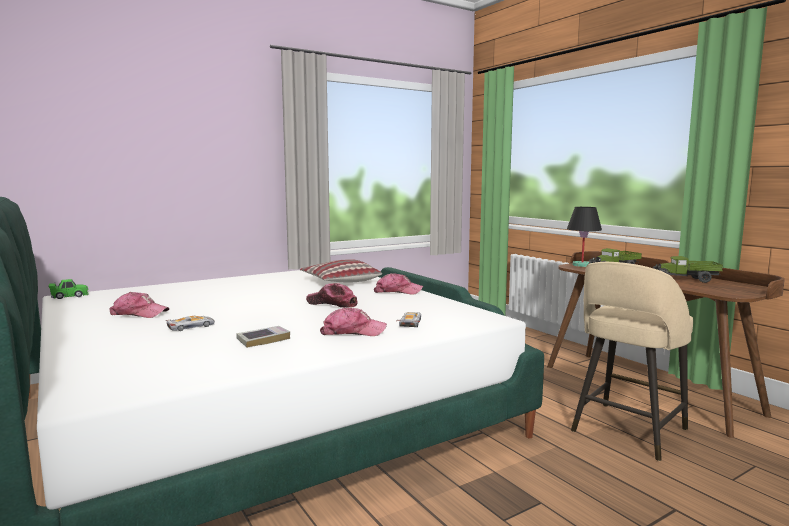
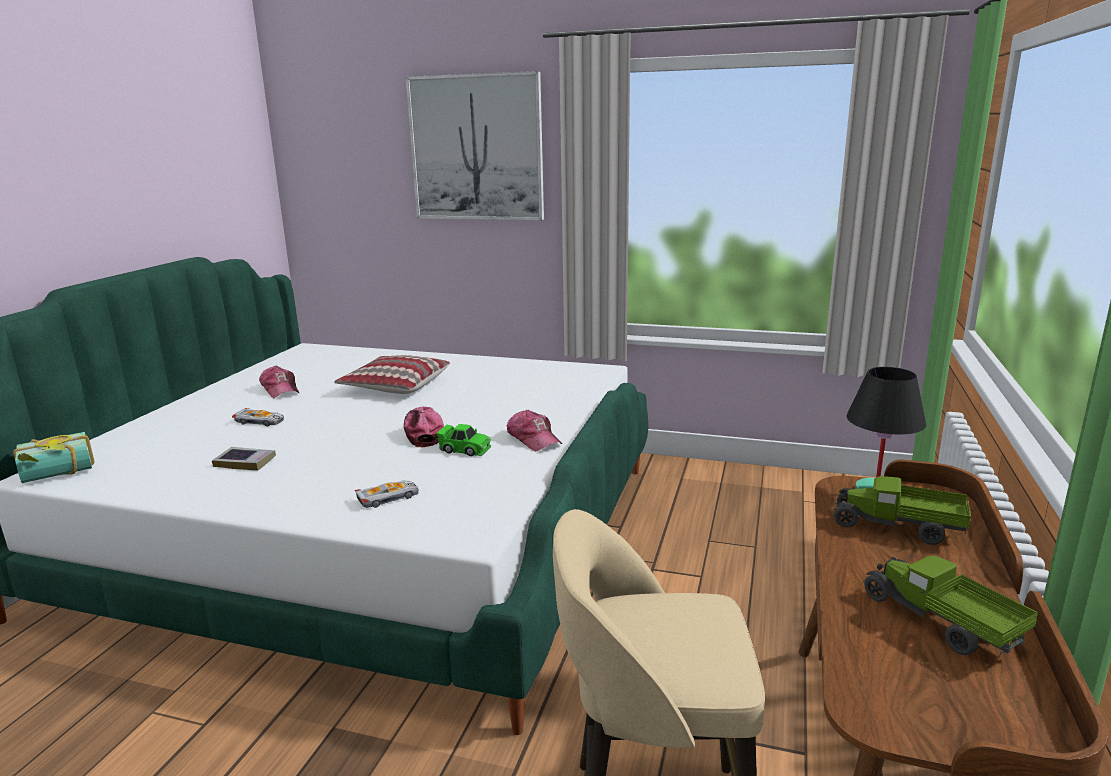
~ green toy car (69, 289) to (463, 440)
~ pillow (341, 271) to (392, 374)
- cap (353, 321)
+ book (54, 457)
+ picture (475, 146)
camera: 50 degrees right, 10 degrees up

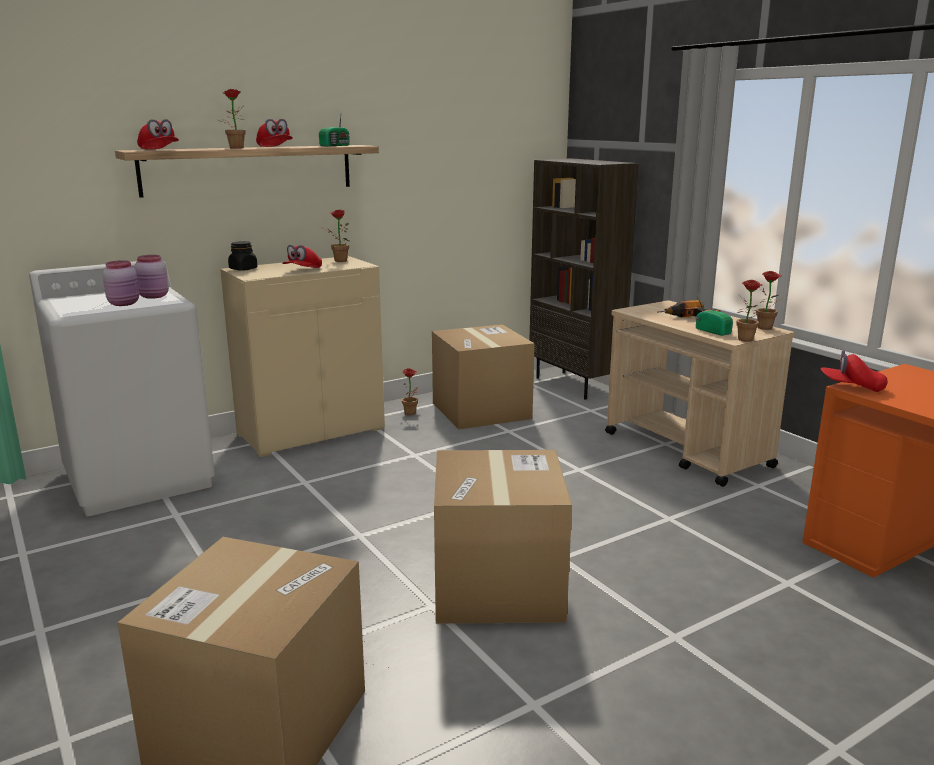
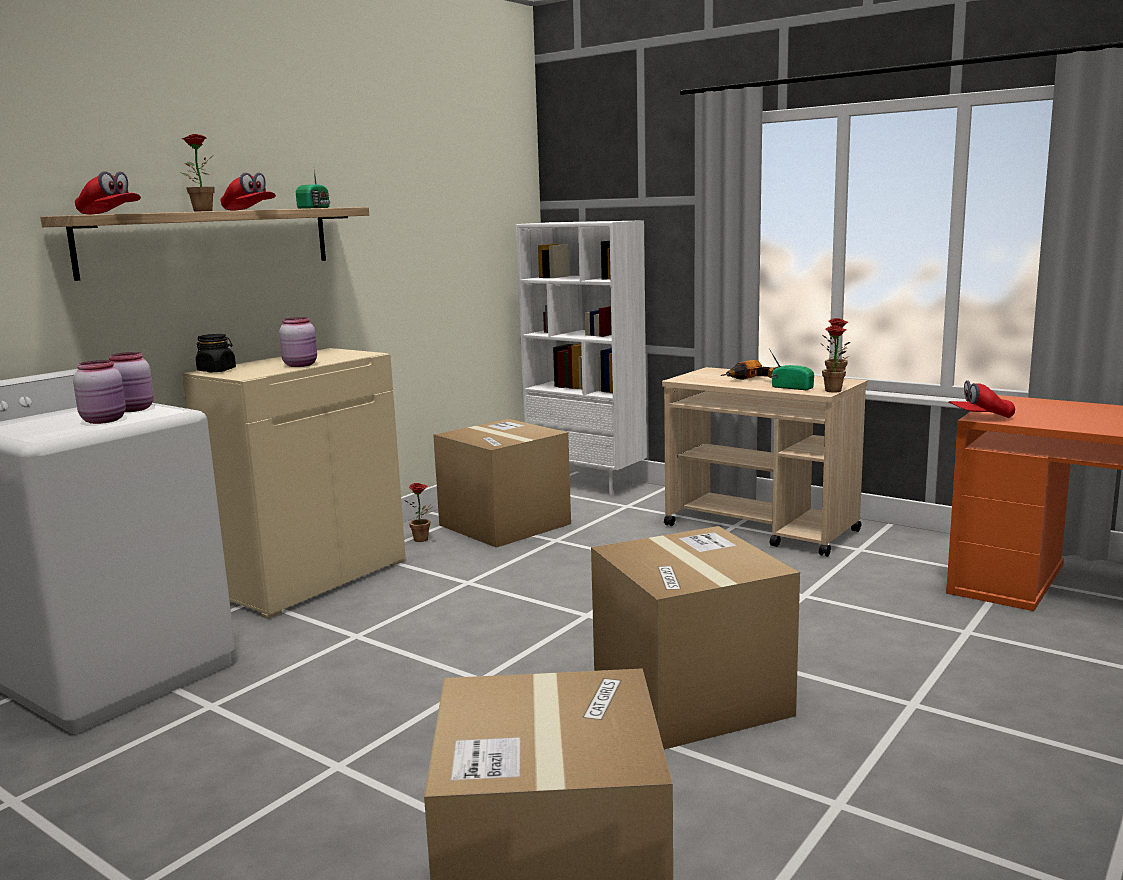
~ red cap (302, 256) to pink jar (298, 342)
- potted plant (334, 236)
~ brown bookcase (584, 279) to white bookcase (581, 358)
camera: 20 degrees left, 5 degrees down

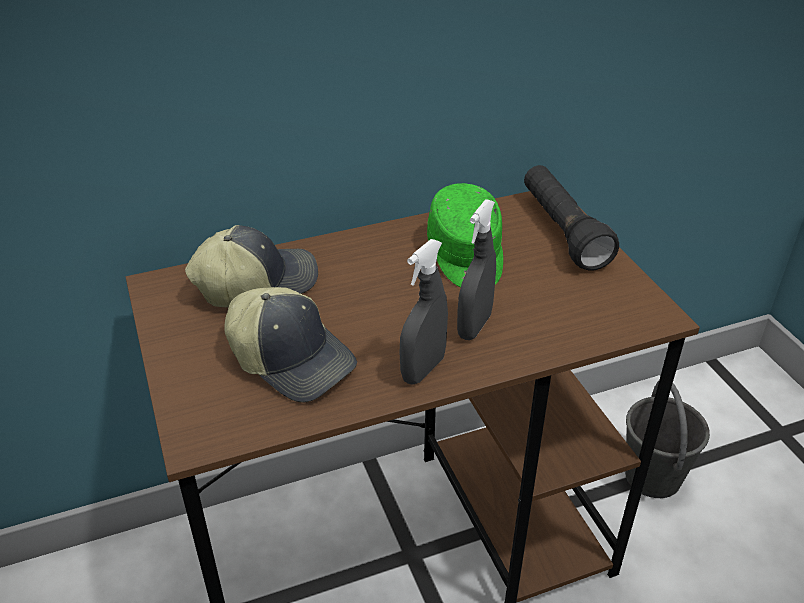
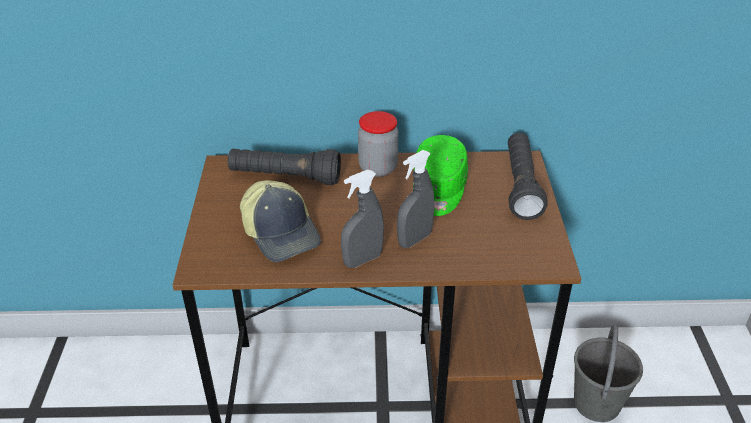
~ cap (251, 266) to black flashlight (284, 167)
+ jar (378, 144)
camera: 20 degrees right, 0 degrees up

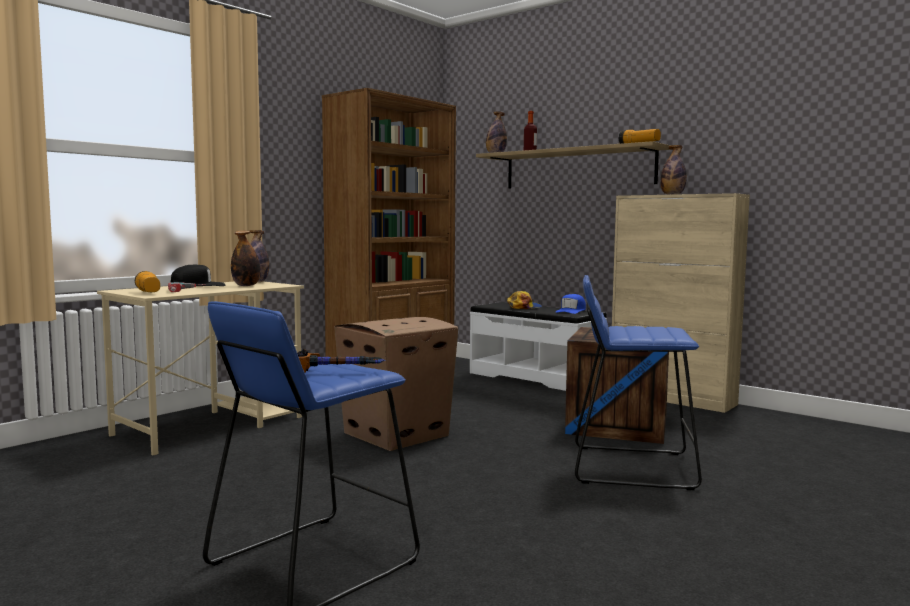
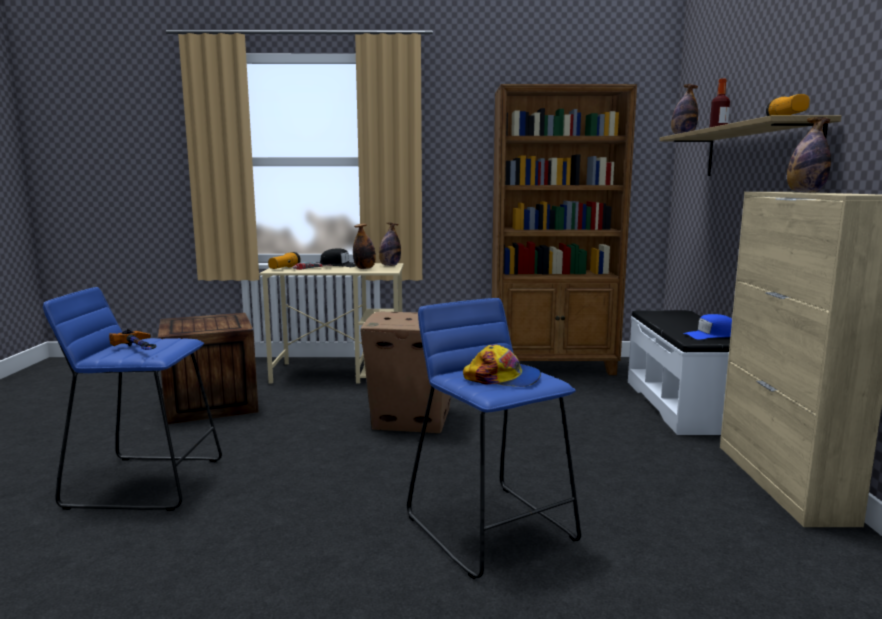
~ cap (524, 300) to (502, 365)
~ crate (617, 385) to (208, 368)
camera: 50 degrees right, 5 degrees up

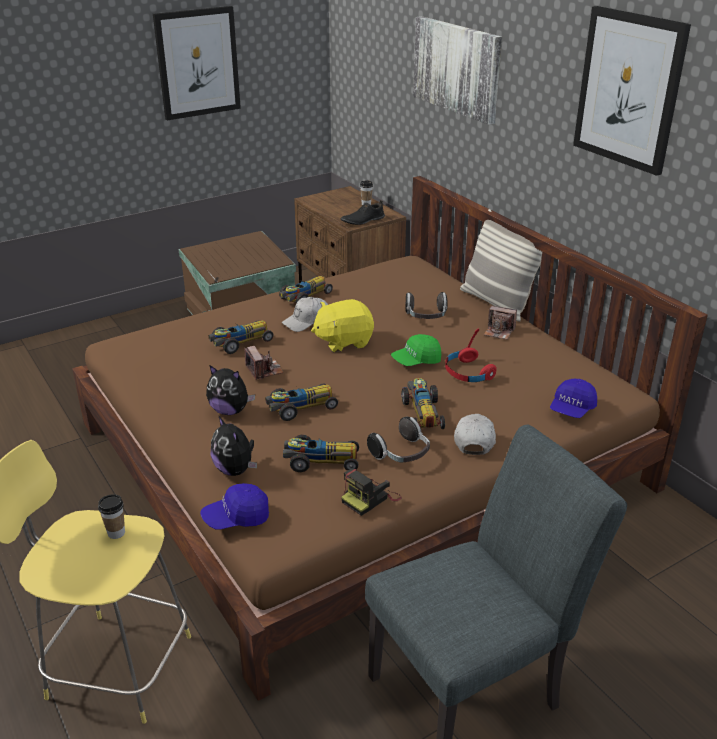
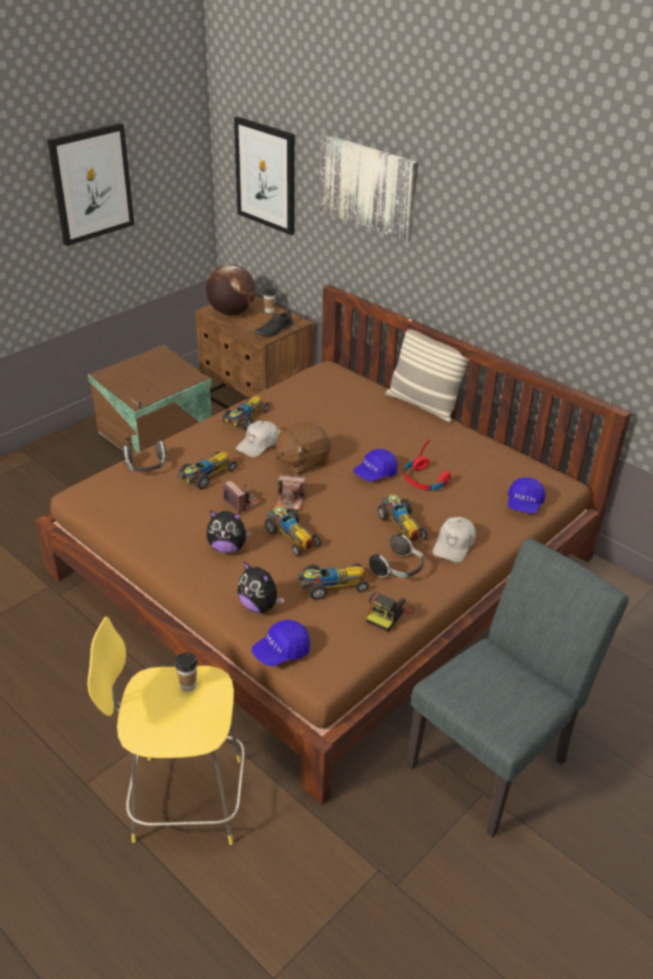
~ toy car (301, 402) = (293, 531) 90 degrees clockwise
~ yellow plush toy (342, 325) to brown plush toy (303, 448)
~ green cap (416, 350) to blue cap (375, 465)
~ headphones (426, 305) to (145, 456)
~ white cap (475, 434) = (454, 540) 150 degrees counterclockwise
~ photo camera (500, 323) to (290, 492)
~ picture (632, 91) to (264, 176)
+ globe (231, 290)
camera: 15 degrees left, 5 degrees up

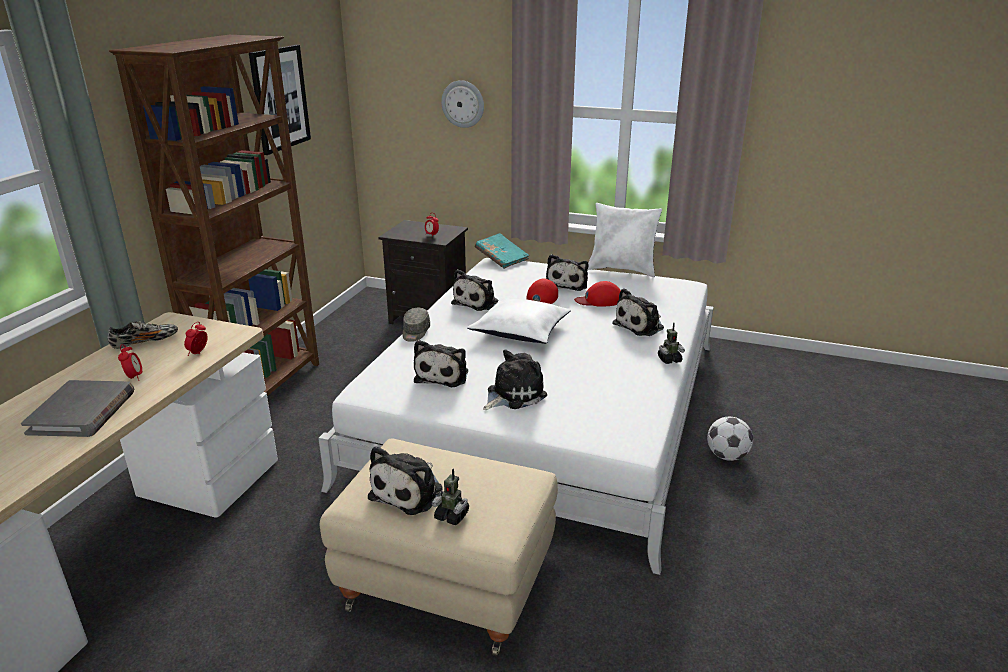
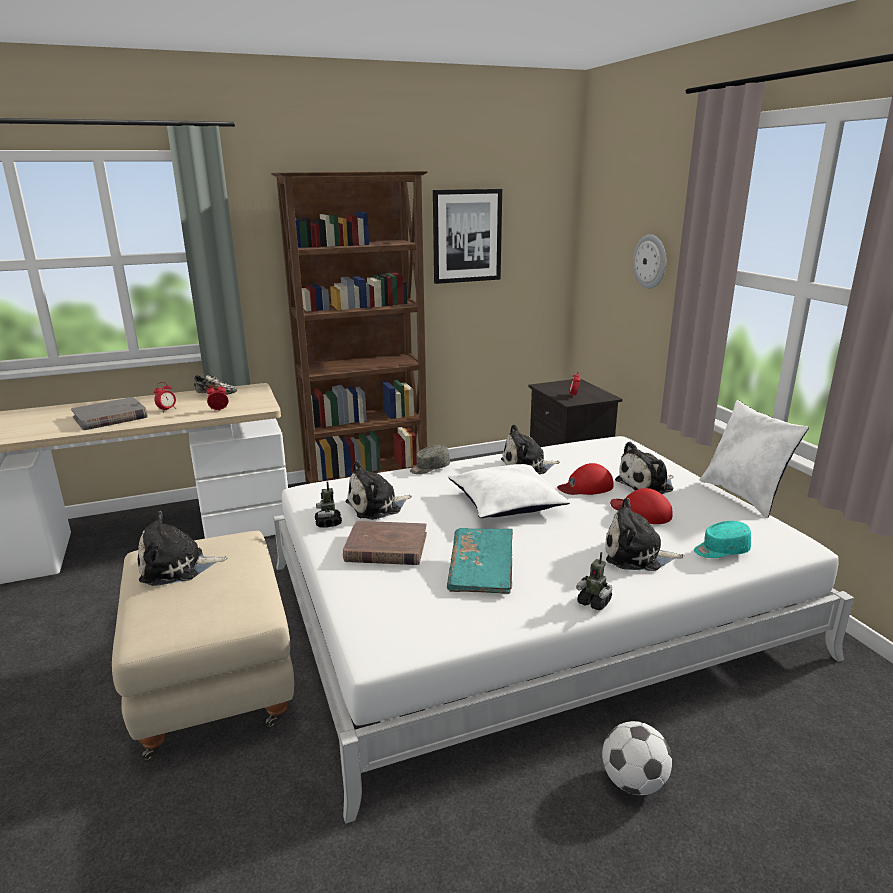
~ toy robot (450, 497) to (328, 504)
~ turquoise book (502, 251) to (480, 561)
~ plush toy (515, 380) to brown book (385, 543)
+ turquoise cap (722, 539)
camera: 50 degrees right, 5 degrees down

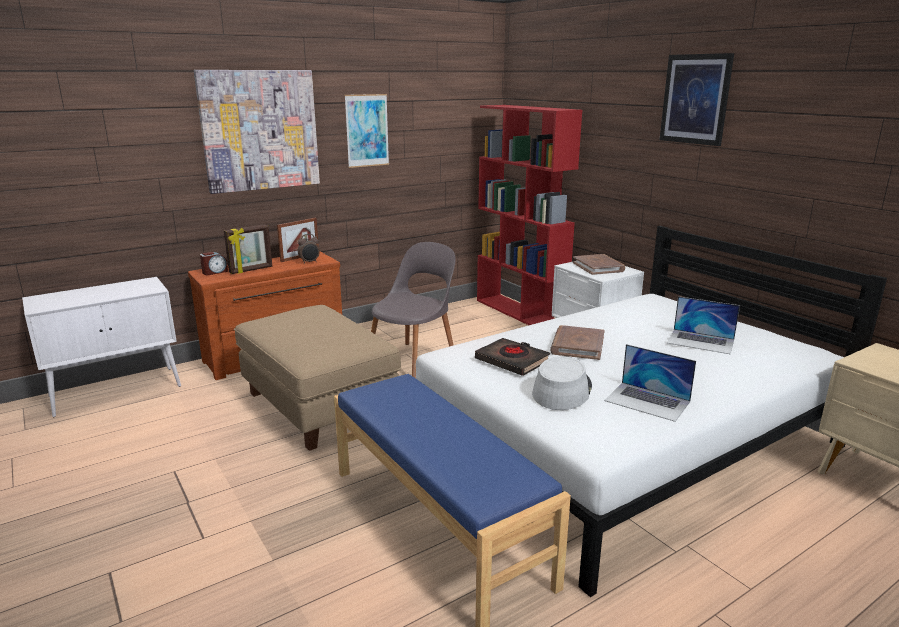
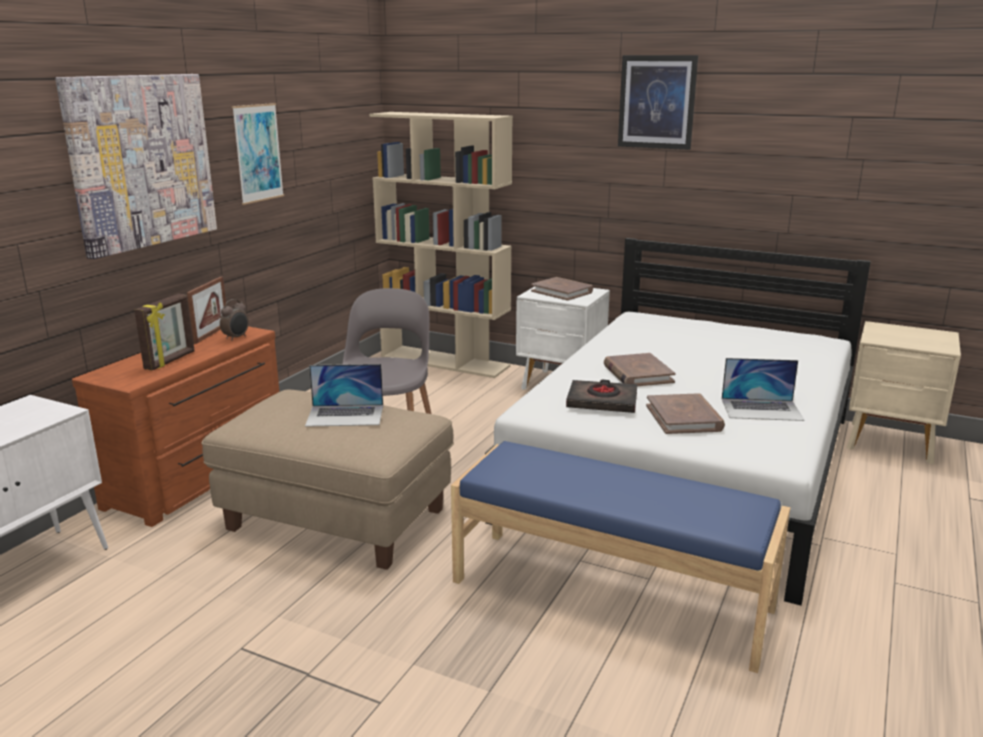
- alarm clock (214, 263)
~ red bookcase (529, 215) to beige bookcase (441, 245)
~ grey hat (562, 383) to brown book (685, 413)
~ laptop (703, 325) to (344, 395)
camera: 30 degrees left, 0 degrees up

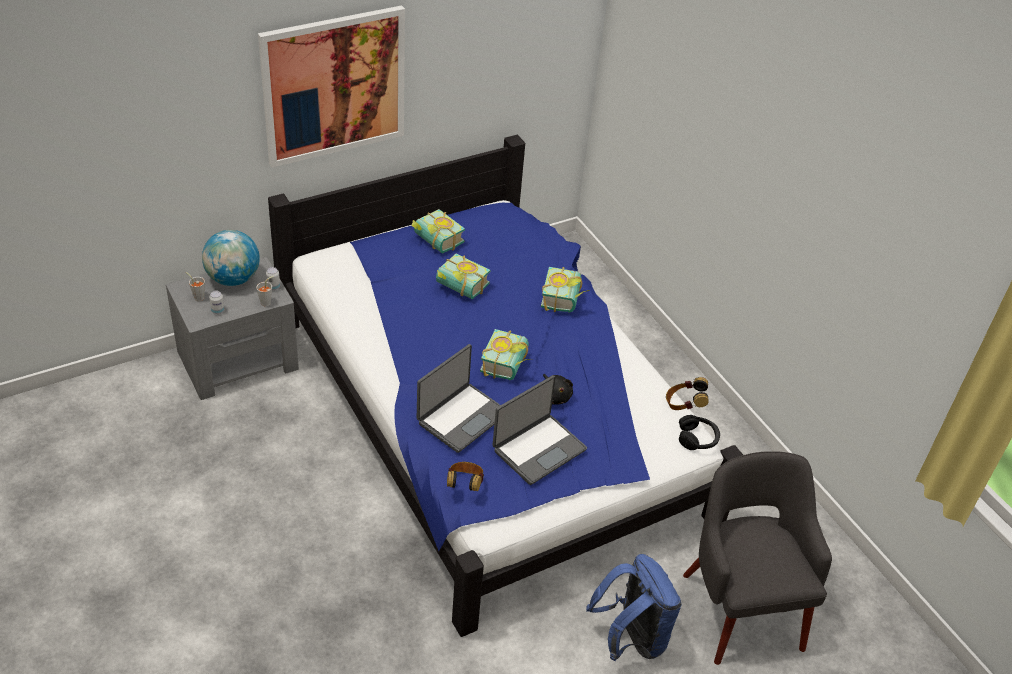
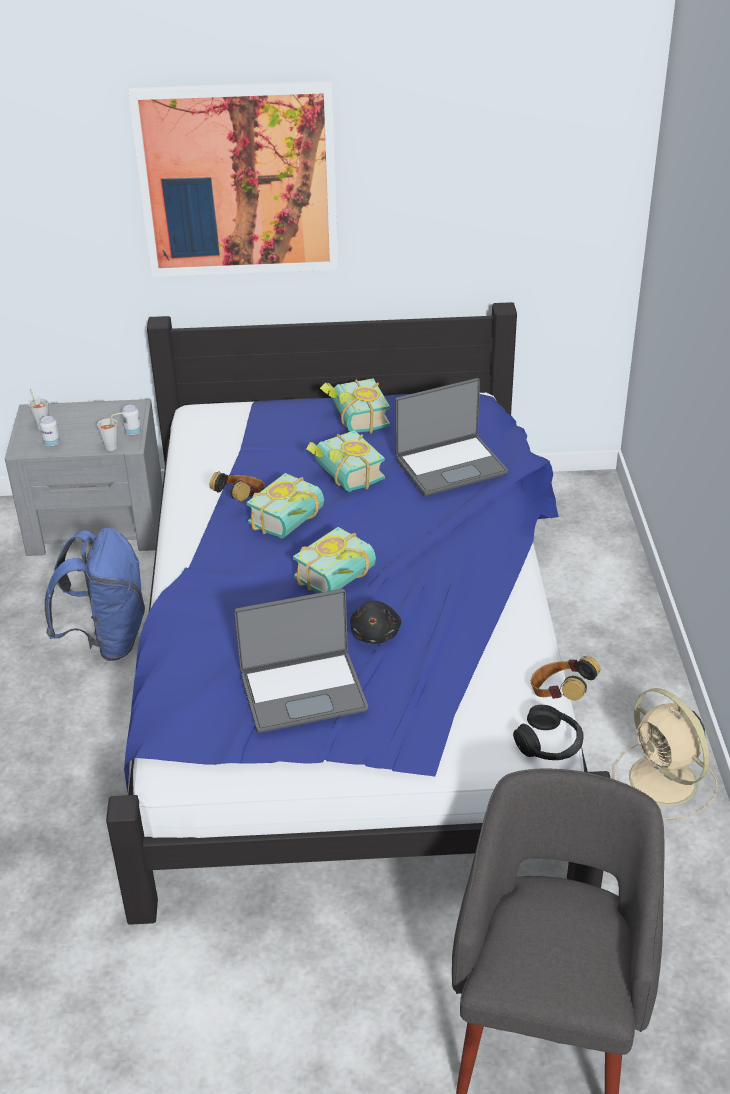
- globe (231, 258)
~ laptop (458, 398) to (451, 437)
~ headphones (465, 476) to (237, 486)
~ book (565, 289) to (285, 506)
~ blue backpack (634, 607) to (95, 594)
+ beige fan (666, 754)
camera: 30 degrees right, 5 degrees down

